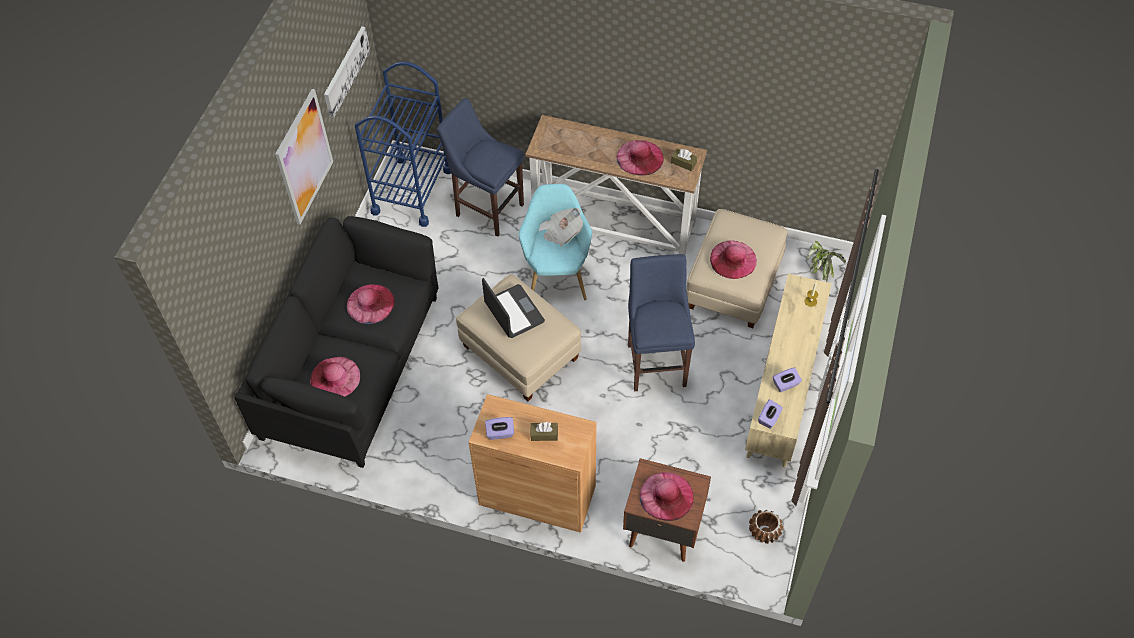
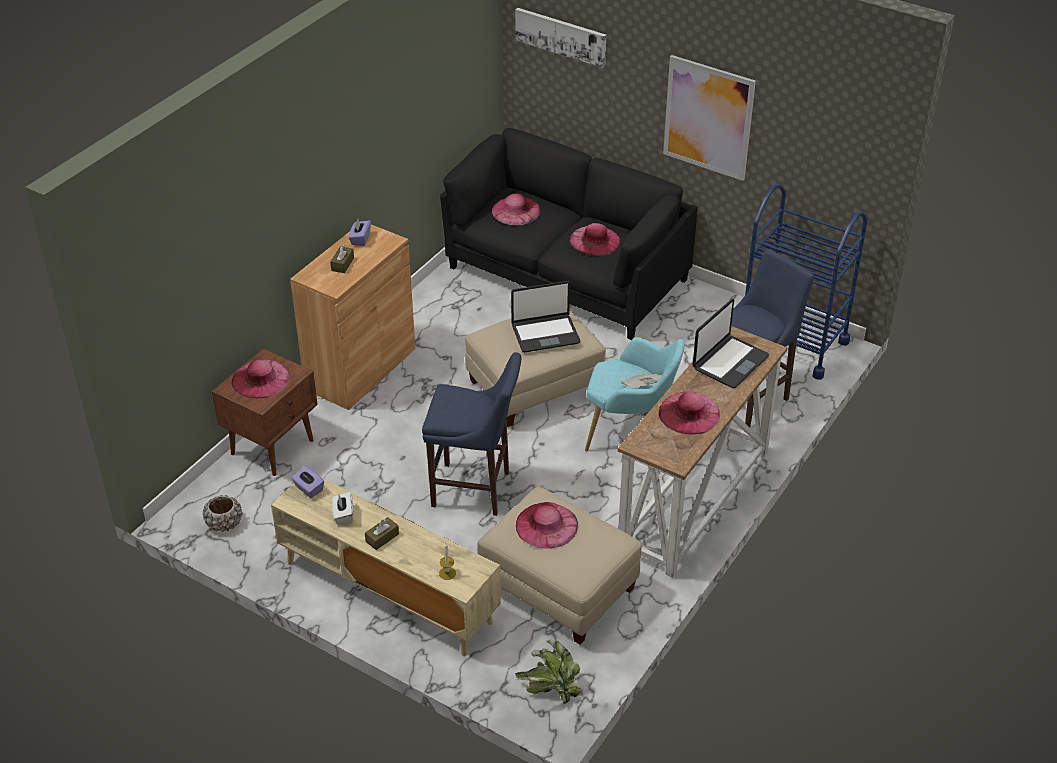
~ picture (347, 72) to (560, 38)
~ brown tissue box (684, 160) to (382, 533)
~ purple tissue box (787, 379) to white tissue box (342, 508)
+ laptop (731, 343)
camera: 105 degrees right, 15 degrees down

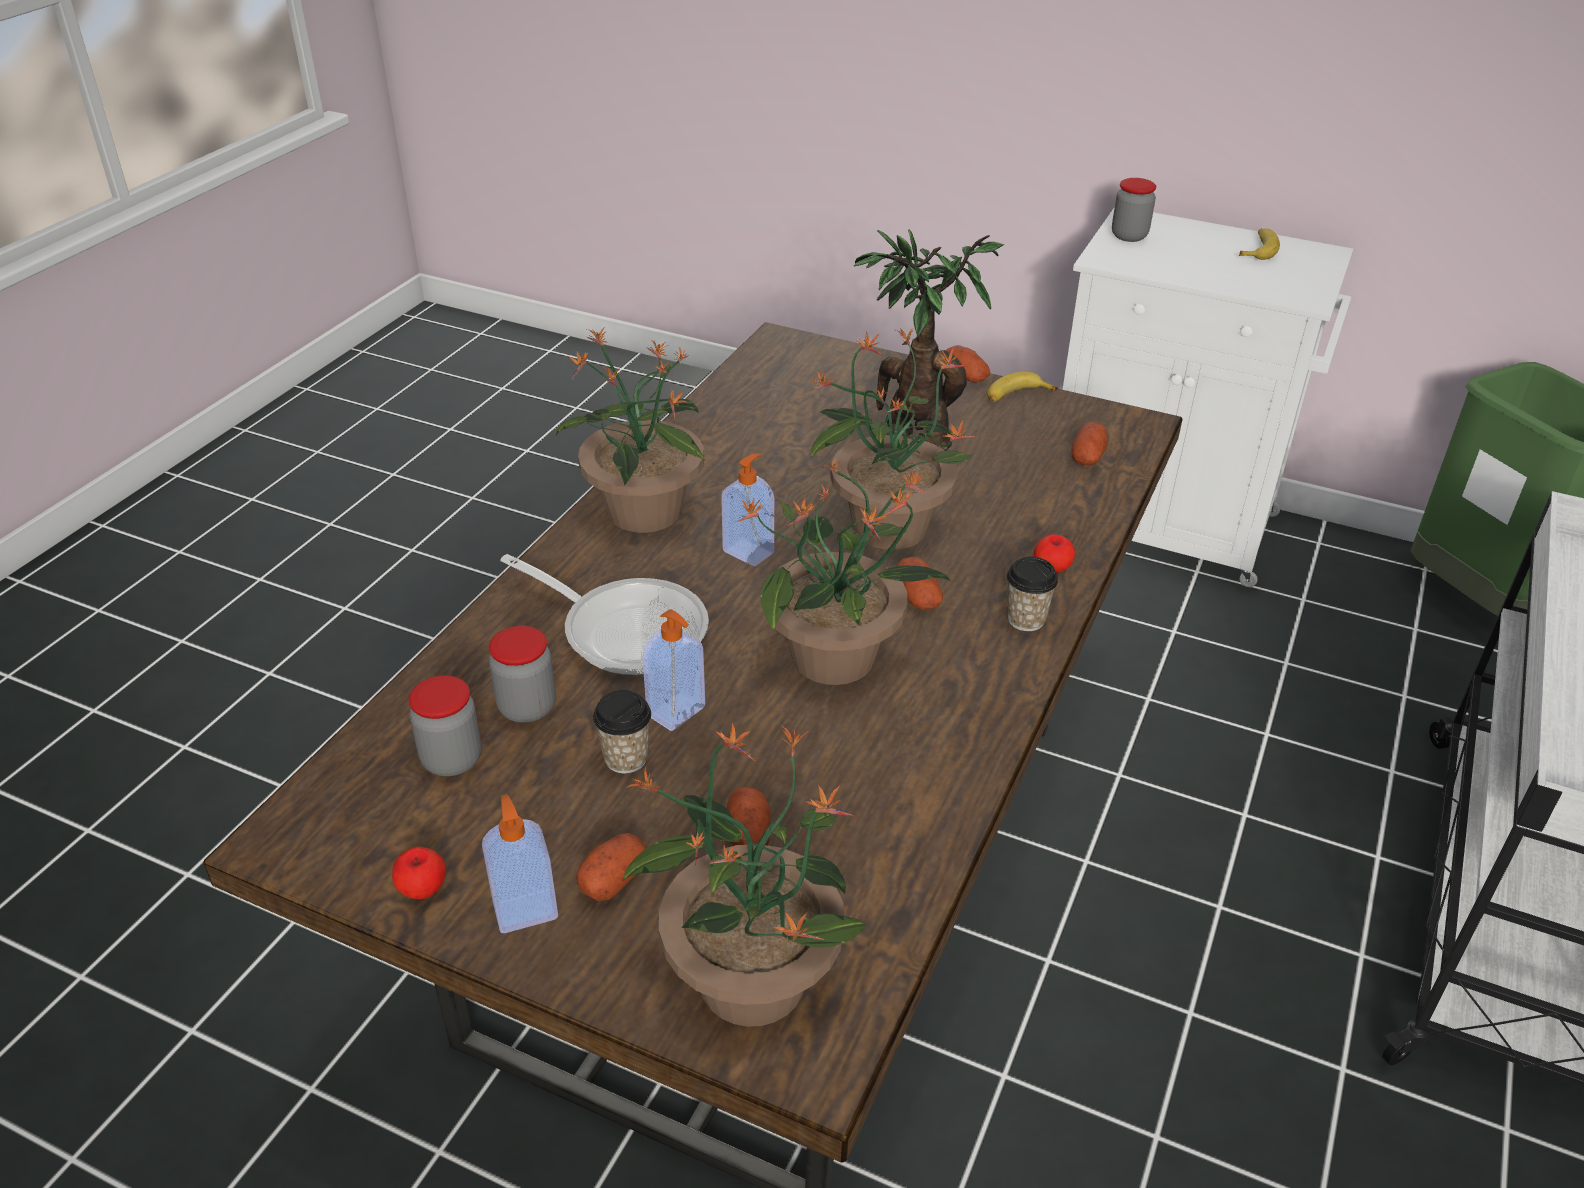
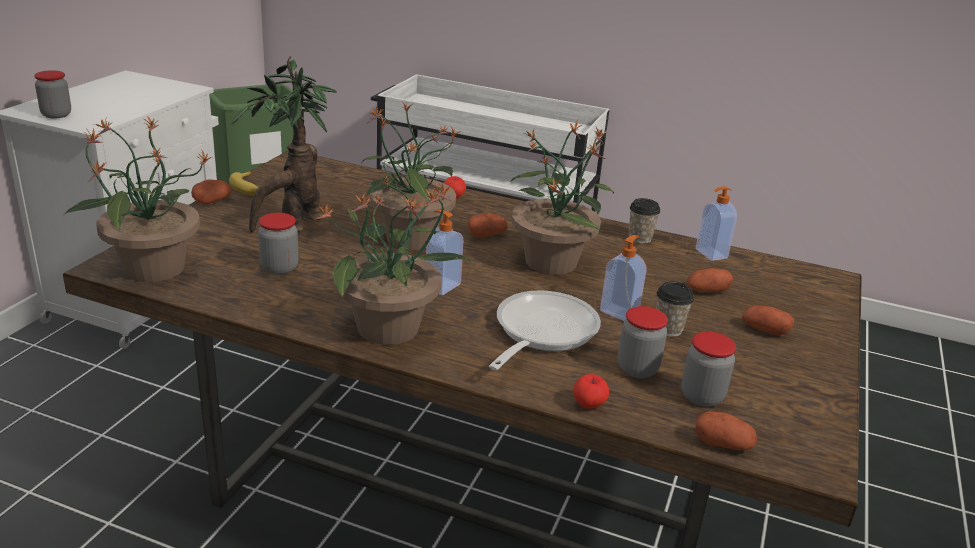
~ apple (419, 873) to (591, 391)
~ soap dispenser (520, 863) to (716, 223)
~ potted plant (744, 875) to (138, 199)
~ cup (1032, 594) to (644, 220)
~ potato (1090, 443) to (726, 430)
- banana (1259, 244)
+ jar (278, 244)
camera: 95 degrees left, 10 degrees down

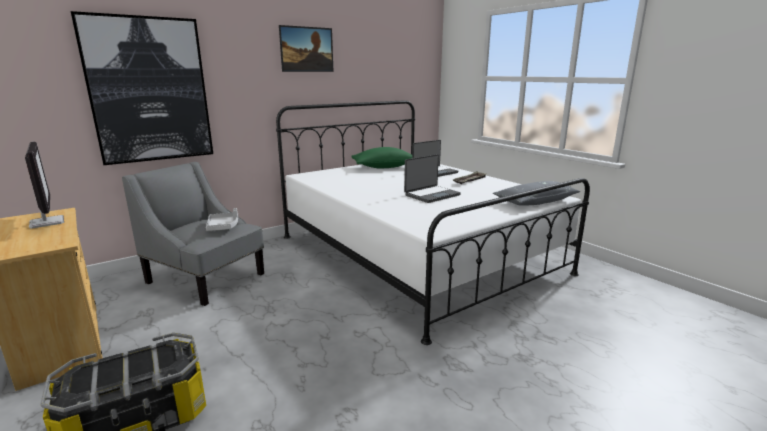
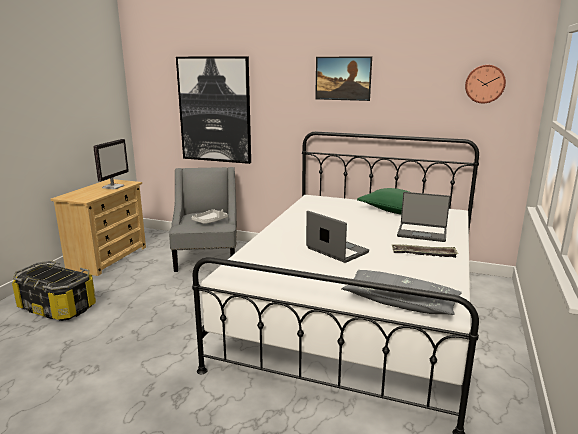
~ laptop (432, 178) = (337, 237) 150 degrees counterclockwise
+ wall clock (485, 84)
camera: 55 degrees right, 0 degrees up

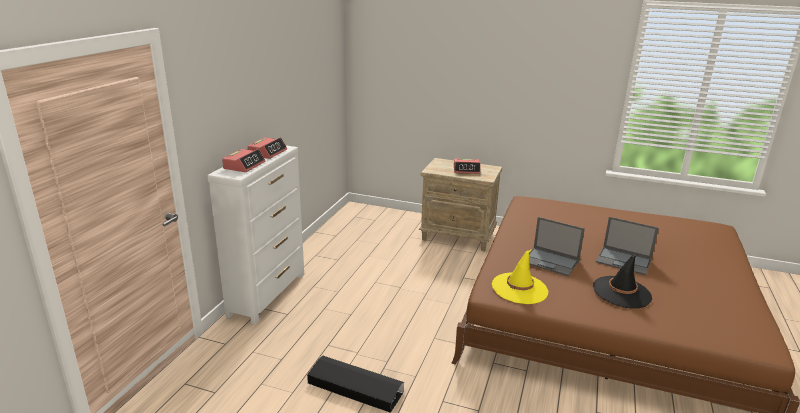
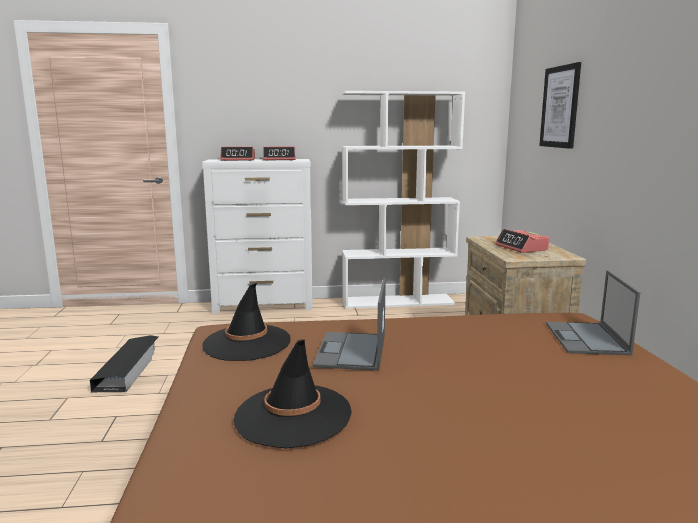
~ yellow hat (520, 276) to black hat (246, 322)
~ laptop (627, 246) to (593, 312)
+ white bookcase (403, 200)
+ picture (560, 105)
camera: 65 degrees right, 10 degrees down

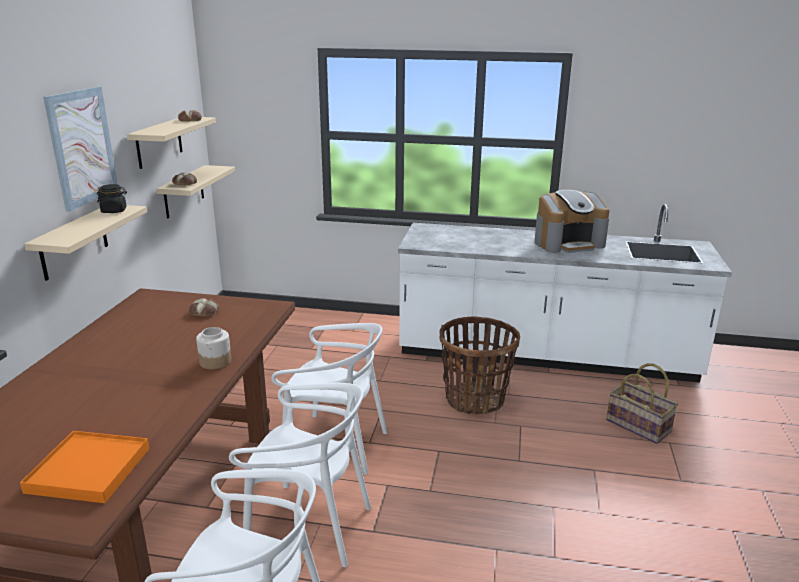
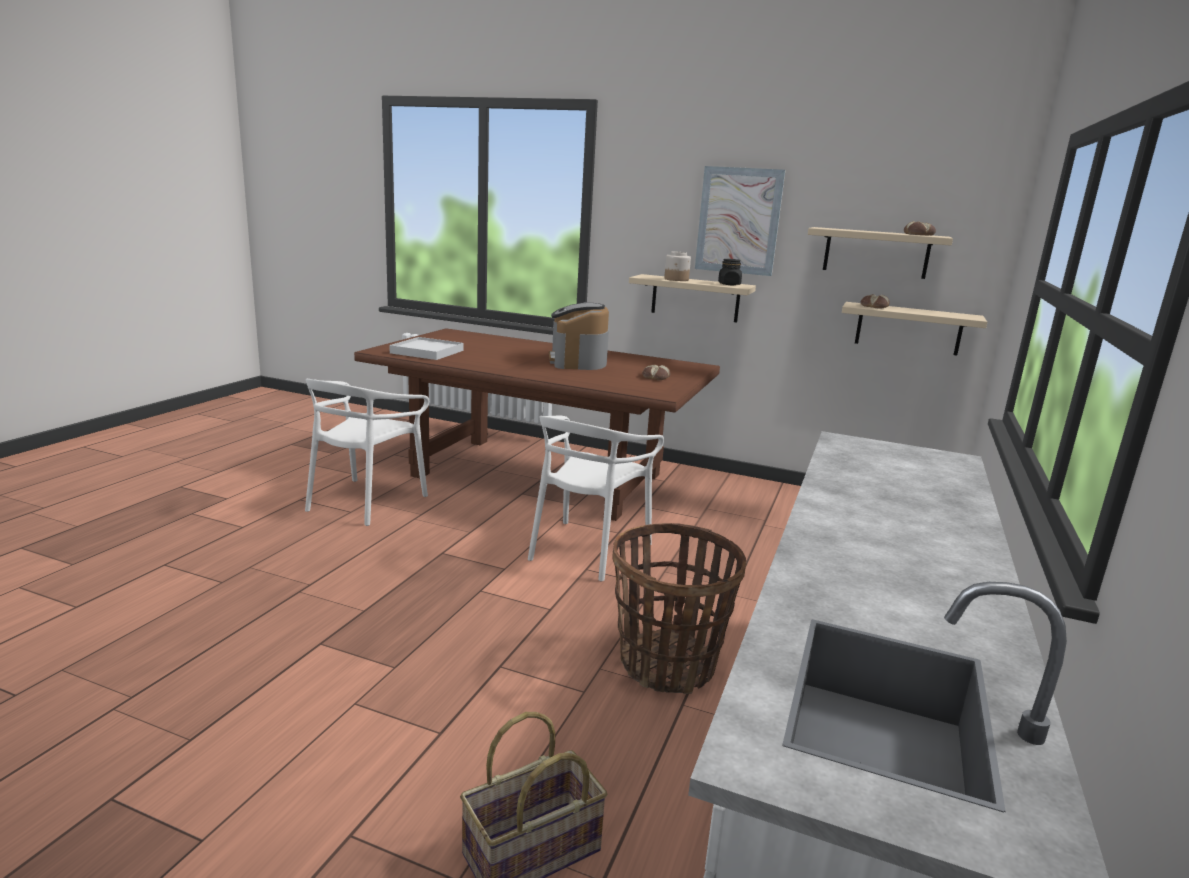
~ orange tray (85, 467) to white tray (426, 348)
~ jar (213, 348) to (677, 266)
- white chair (300, 475)
~ coffee machine (571, 221) to (579, 336)
camera: 100 degrees right, 5 degrees down

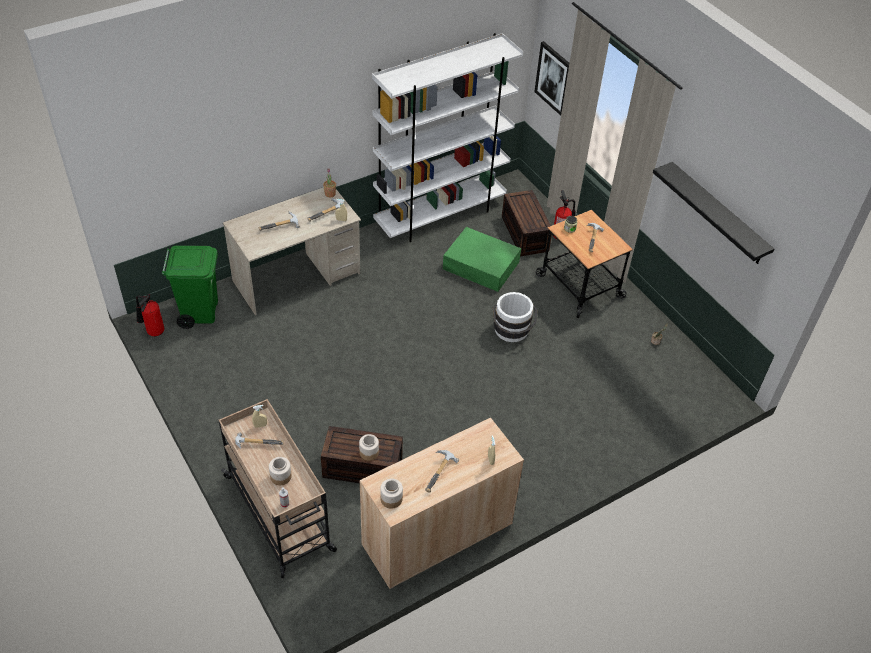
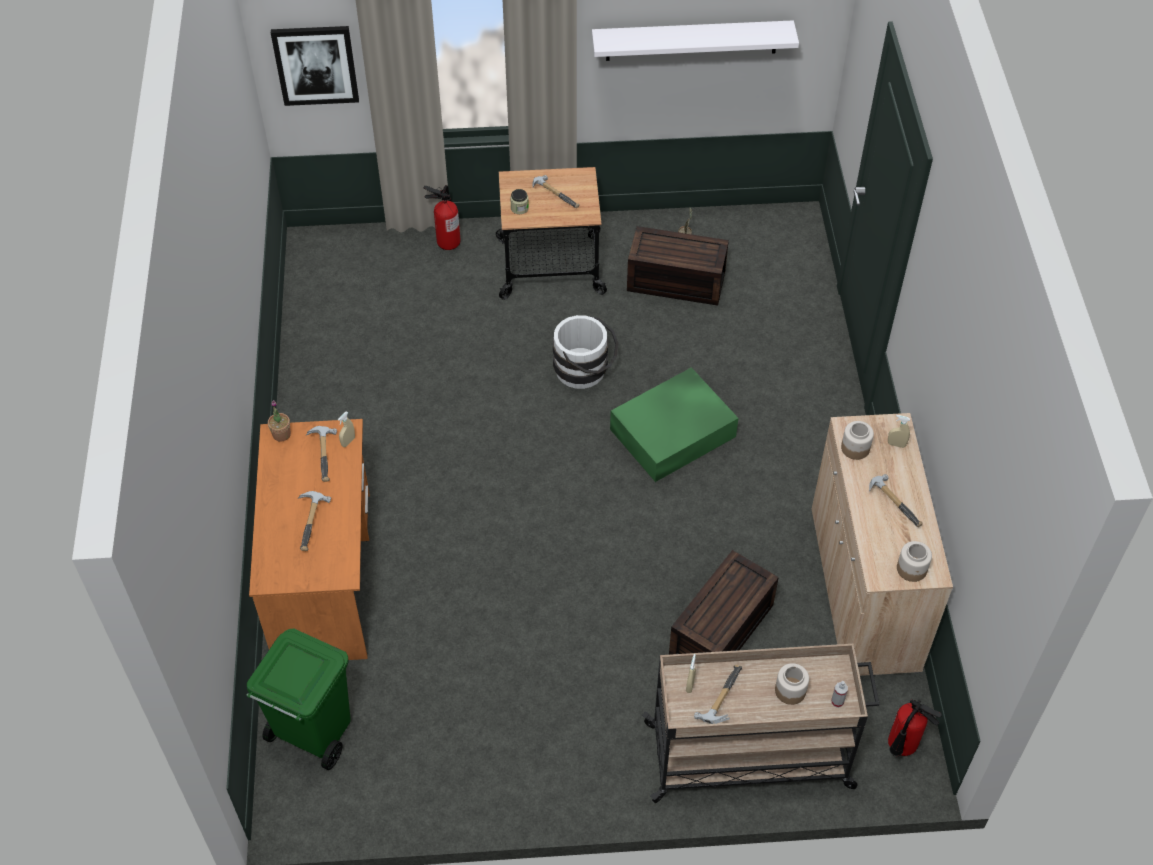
~ fire extinguisher (150, 315) to (915, 727)
~ beige desk (292, 251) to orange desk (309, 539)
~ jar (369, 447) to (857, 440)
- white bookcase (447, 137)
~ green storage box (482, 259) to (674, 424)
~ brown storage box (527, 223) to (678, 266)
~ black shelf (713, 213) to white shelf (695, 40)
camera: 60 degrees left, 5 degrees up

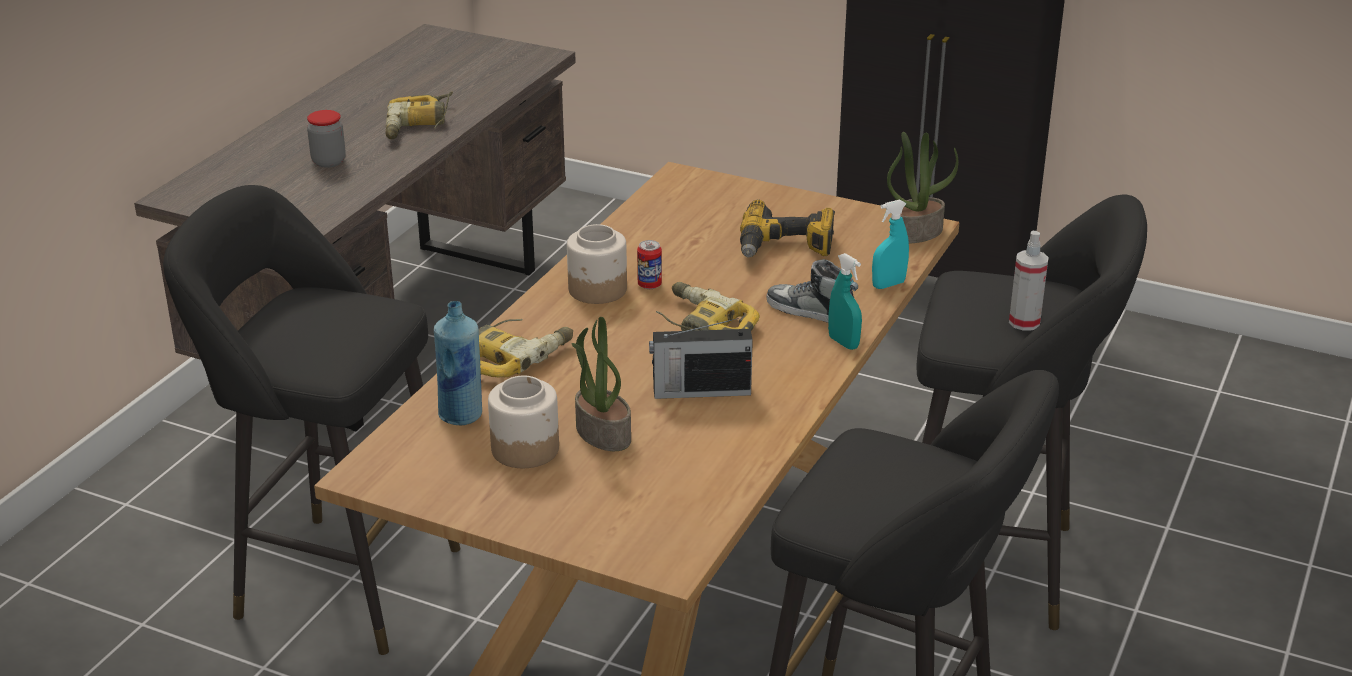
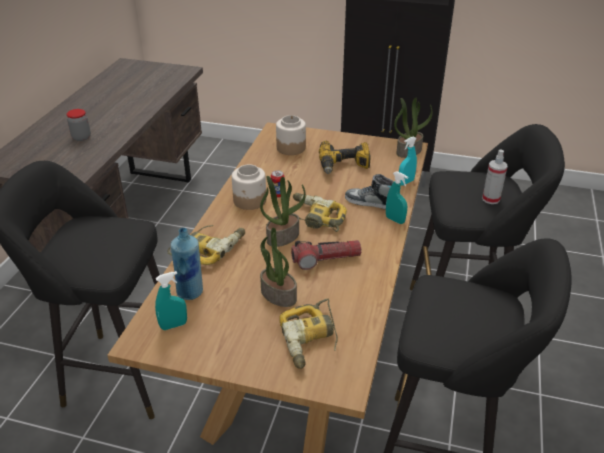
~ power drill (419, 115) to (308, 334)
~ jar (523, 422) to (291, 135)
~ radio (701, 358) to flashlight (326, 255)
+ turquoise spray bottle (171, 300)
+ potted plant (283, 211)
camera: 10 degrees left, 5 degrees up

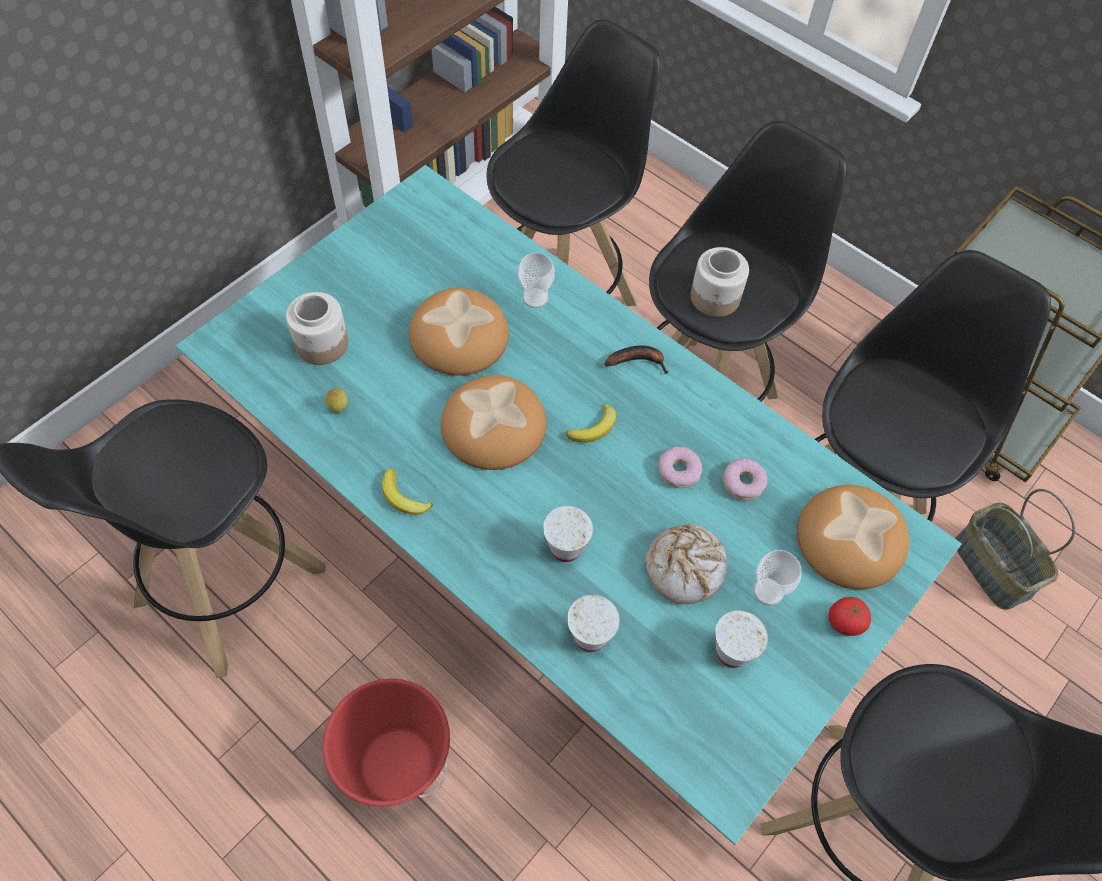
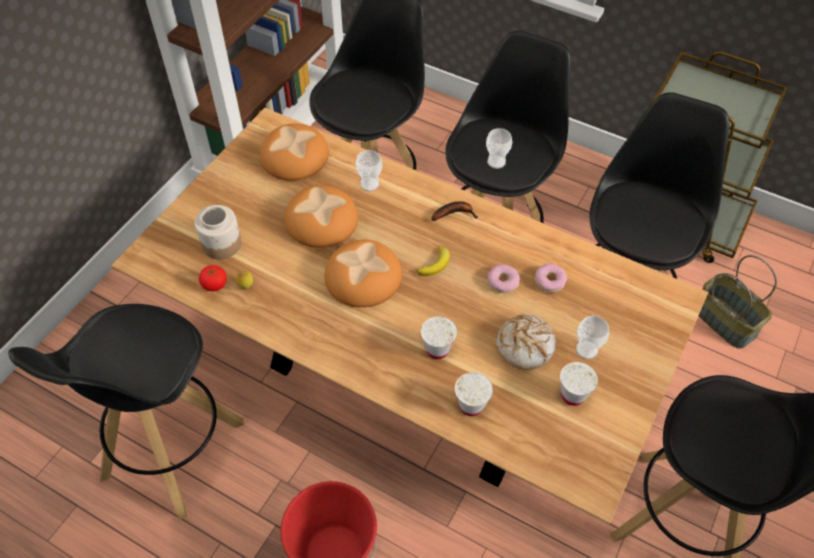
~ turquoise dining table (568, 505) to brown dining table (409, 316)
- banana (407, 492)
~ jar (719, 282) to cup (499, 148)
~ bread (853, 537) to (294, 152)
~ tomato (850, 616) to (213, 278)
camera: 10 degrees left, 5 degrees down

